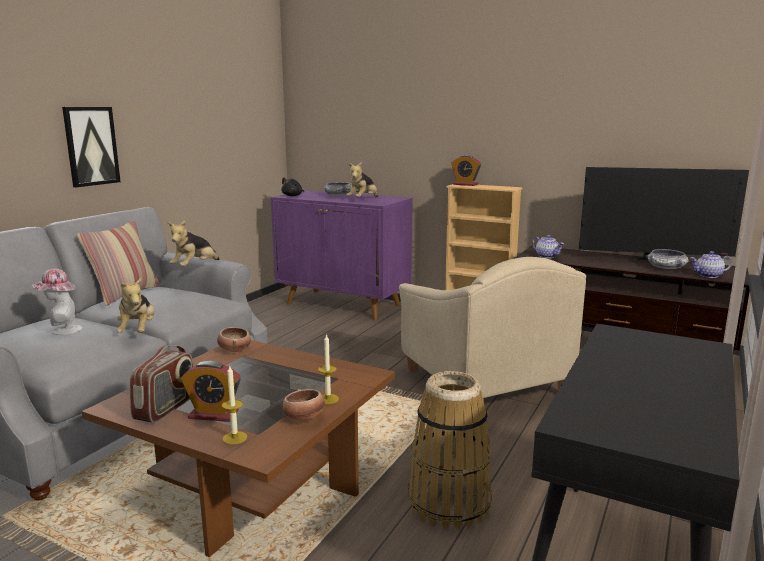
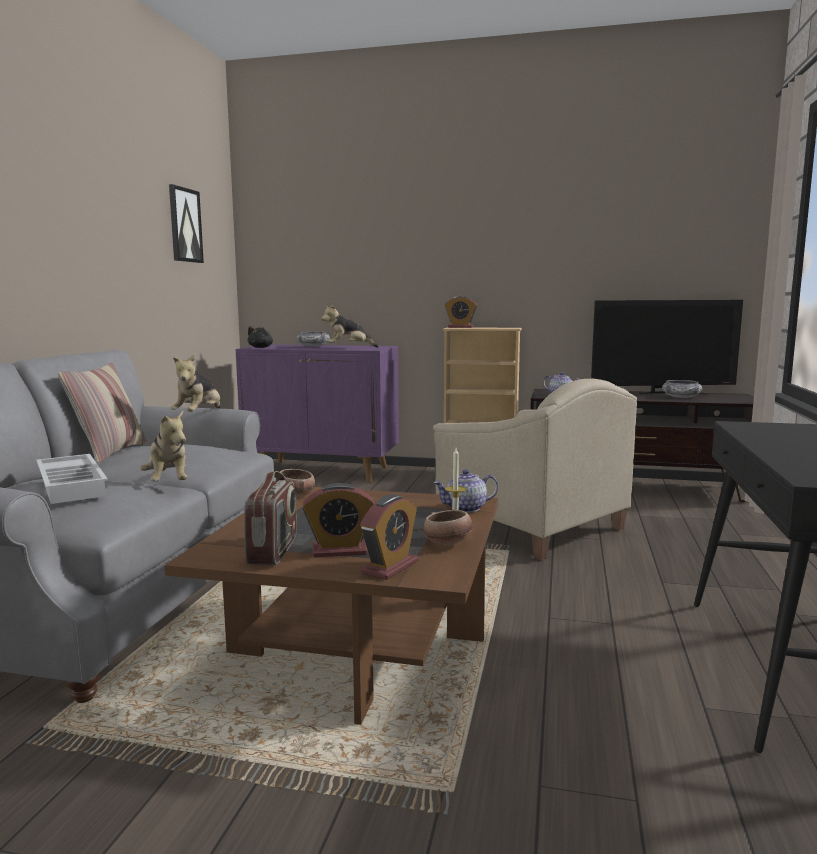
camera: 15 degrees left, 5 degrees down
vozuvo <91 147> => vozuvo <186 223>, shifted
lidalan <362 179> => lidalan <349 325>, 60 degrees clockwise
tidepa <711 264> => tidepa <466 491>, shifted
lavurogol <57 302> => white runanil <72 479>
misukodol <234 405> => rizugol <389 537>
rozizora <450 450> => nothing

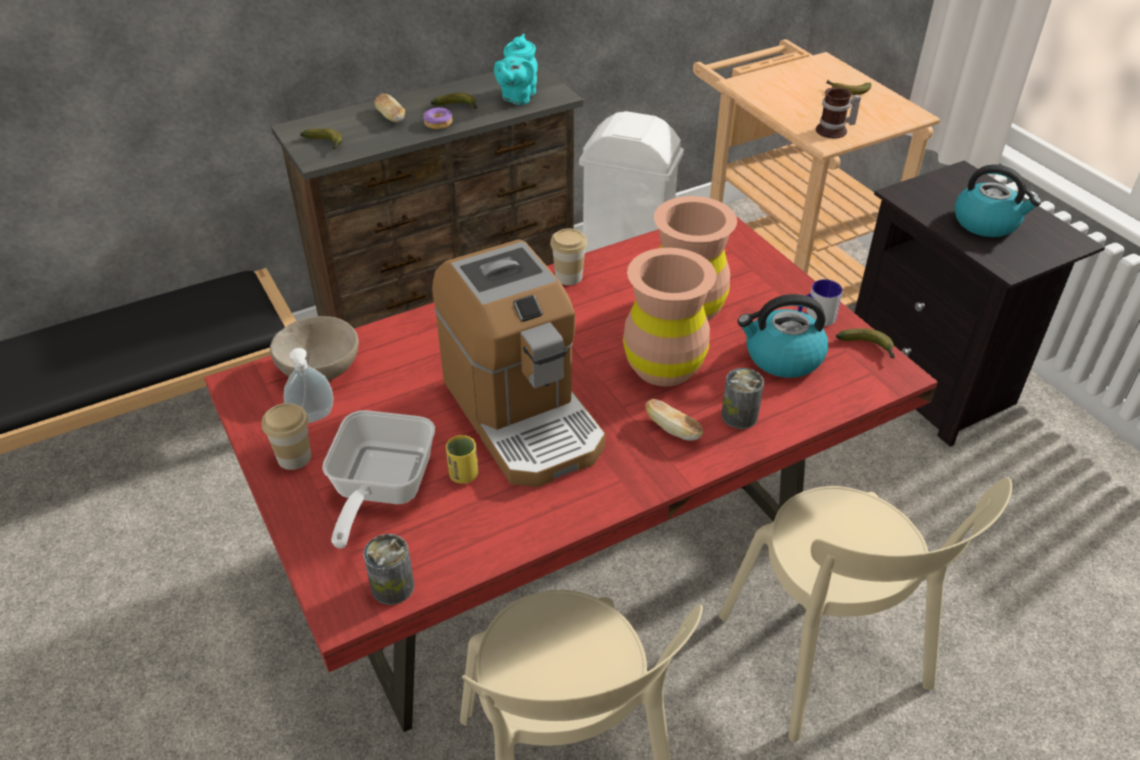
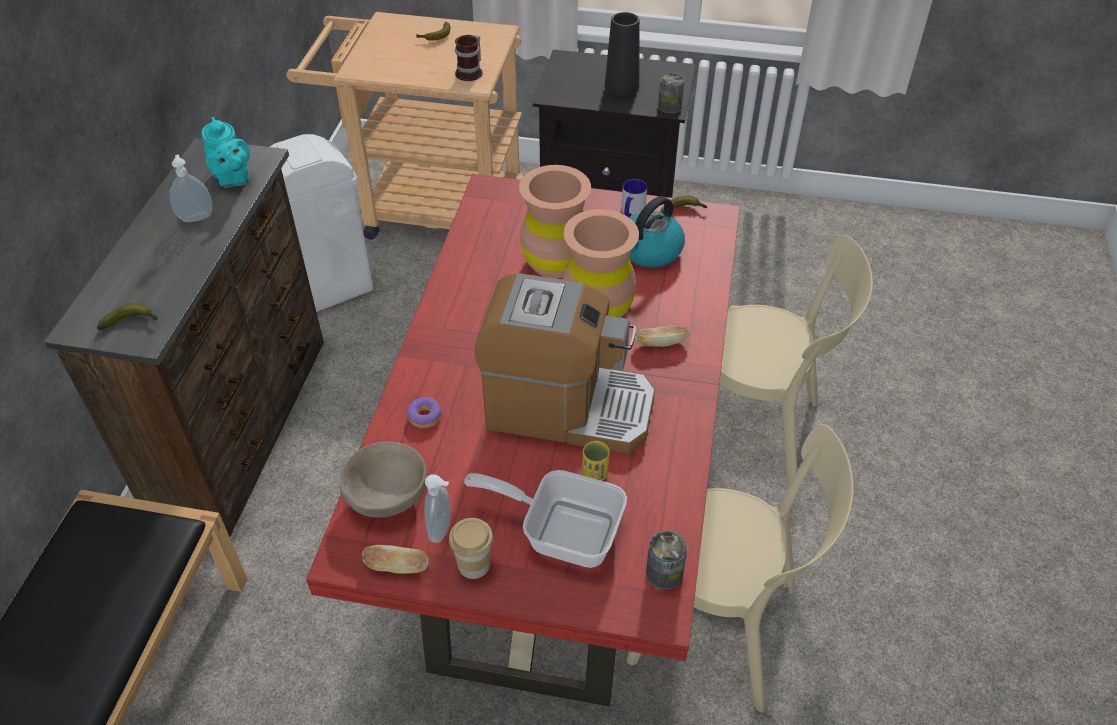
camera: 50 degrees left, 5 degrees up
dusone <454 101> => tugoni <191 188>
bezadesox <389 108> => bezadesox <395 559>, shifted
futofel <438 118> => futofel <424 412>, shifted
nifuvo <997 200> => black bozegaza <622 54>
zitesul <568 257> => nothing
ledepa <742 398> => ledepa <671 93>, shifted
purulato <378 479> => purulato <545 519>, 150 degrees clockwise

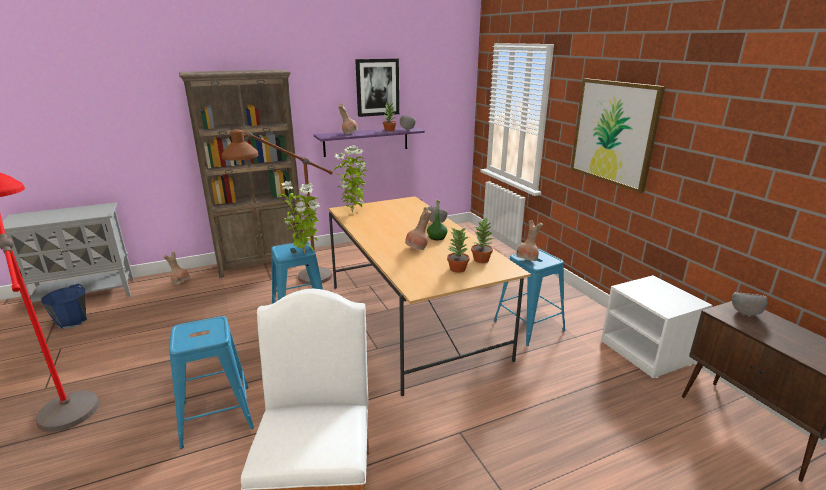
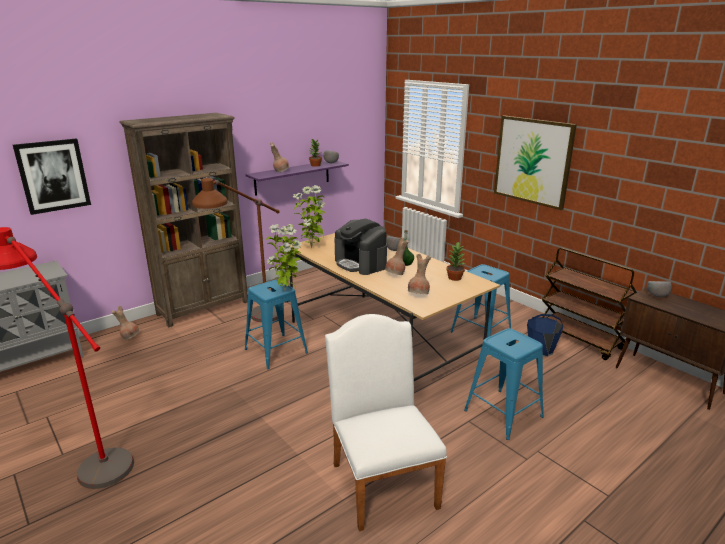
camera: 15 degrees left, 0 degrees up
vozuvo <377 87> => vozuvo <52 177>, shifted
brown bozegaza <529 240> => brown bozegaza <419 274>, shifted
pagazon <458 250> => nothing
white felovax <657 326> => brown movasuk <589 304>
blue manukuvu <64 306> => blue manukuvu <545 335>, shifted
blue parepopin <211 382> => blue parepopin <504 384>, shifted
nothing => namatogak <361 247>

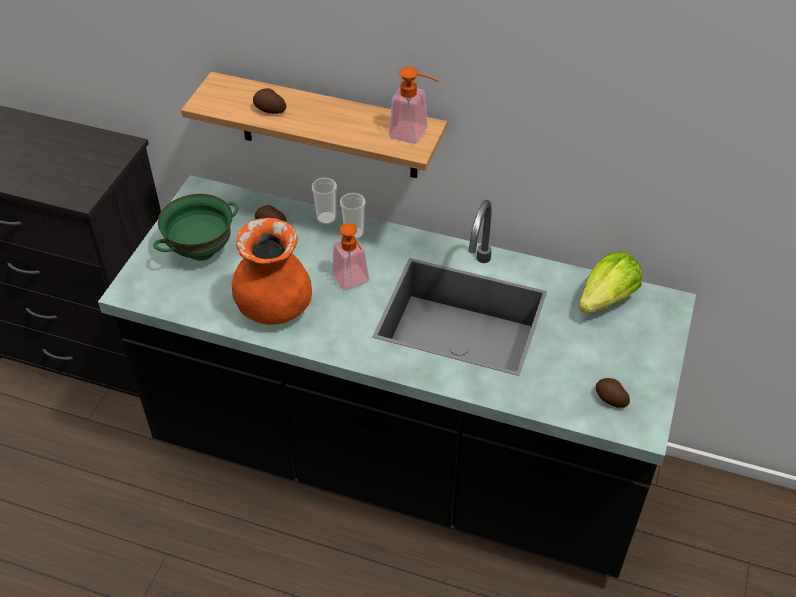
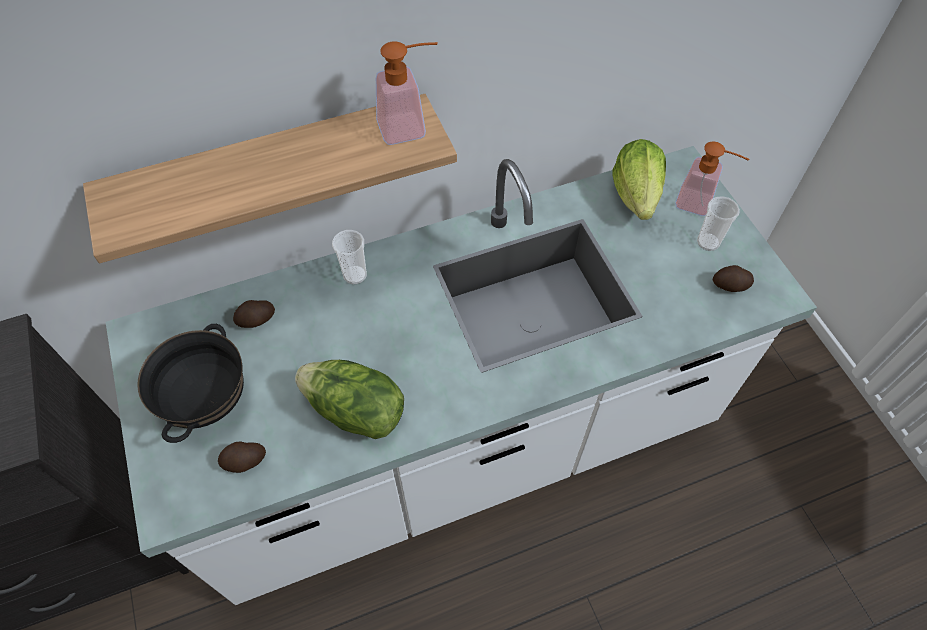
camera: 40 degrees left, 10 degrees up
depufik <269 101> => depufik <242 457>, shifted
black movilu <397 376> => white movilu <461 375>
zitesul <324 201> => zitesul <718 223>, shifted
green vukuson <195 227> => black vukuson <190 383>
orange bozegaza <272 271> => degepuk <349 399>
tugoni <350 256> => tugoni <712 178>, shifted

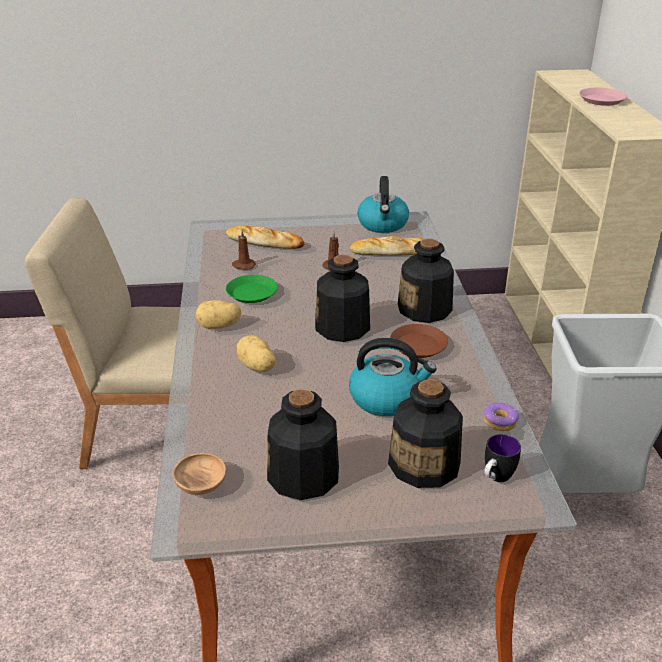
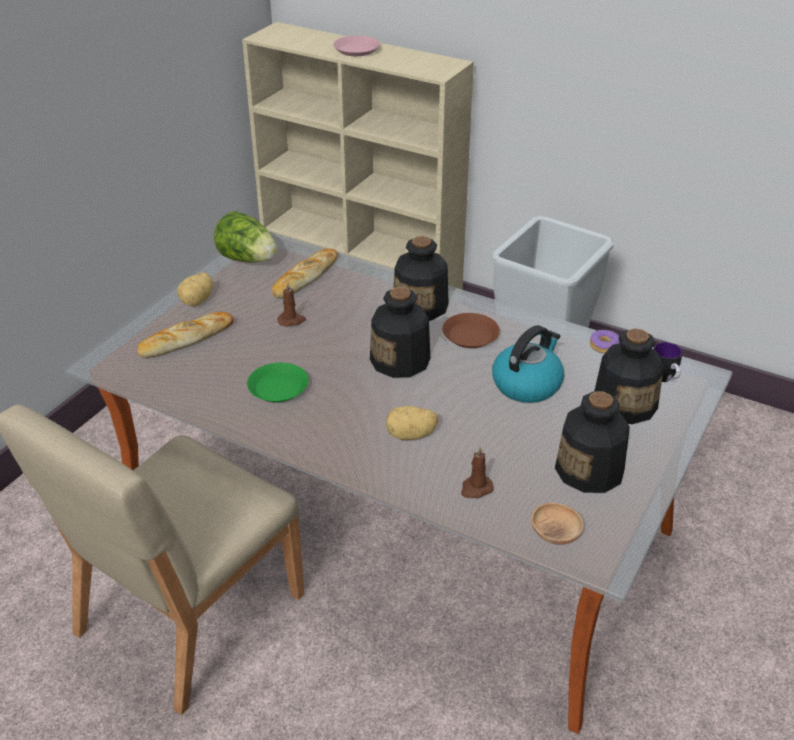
camera: 55 degrees left, 5 degrees up
nifuvo <383 204> => degepuk <245 237>
brown misukodol <244 250> => brown misukodol <477 472>, shifted
depufik <219 314> => depufik <195 289>, shifted

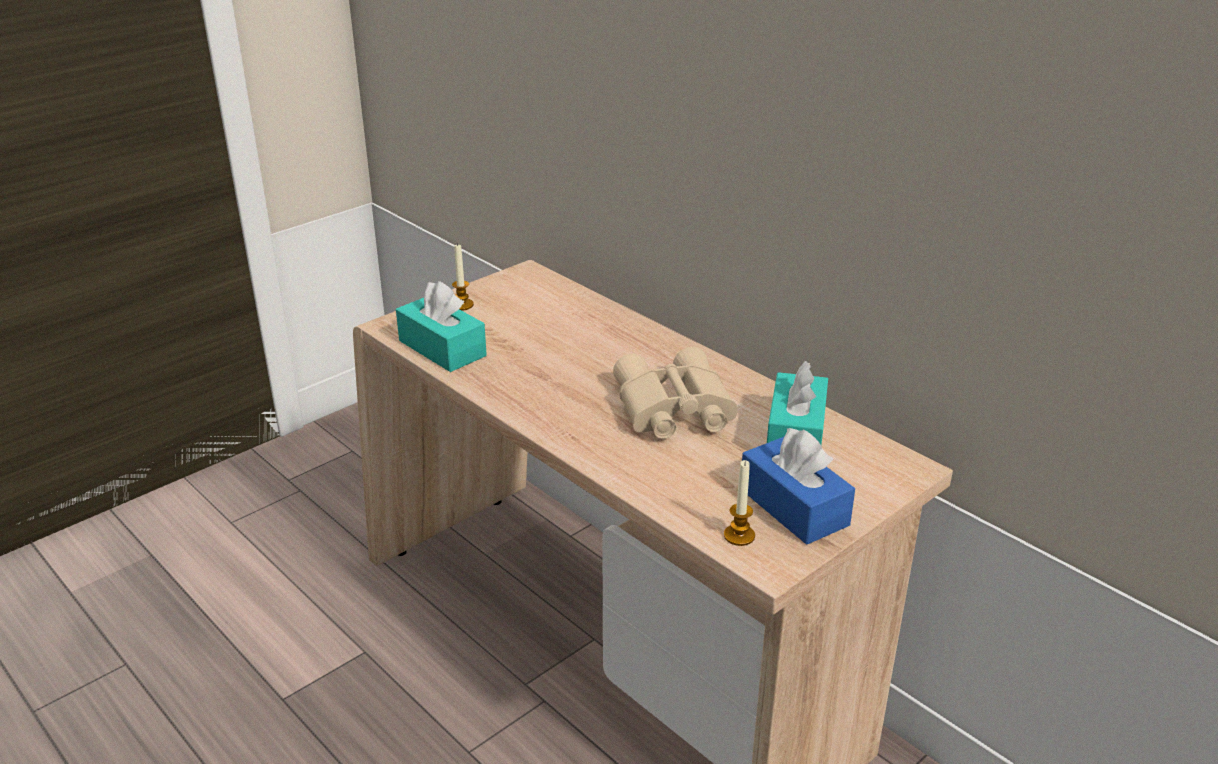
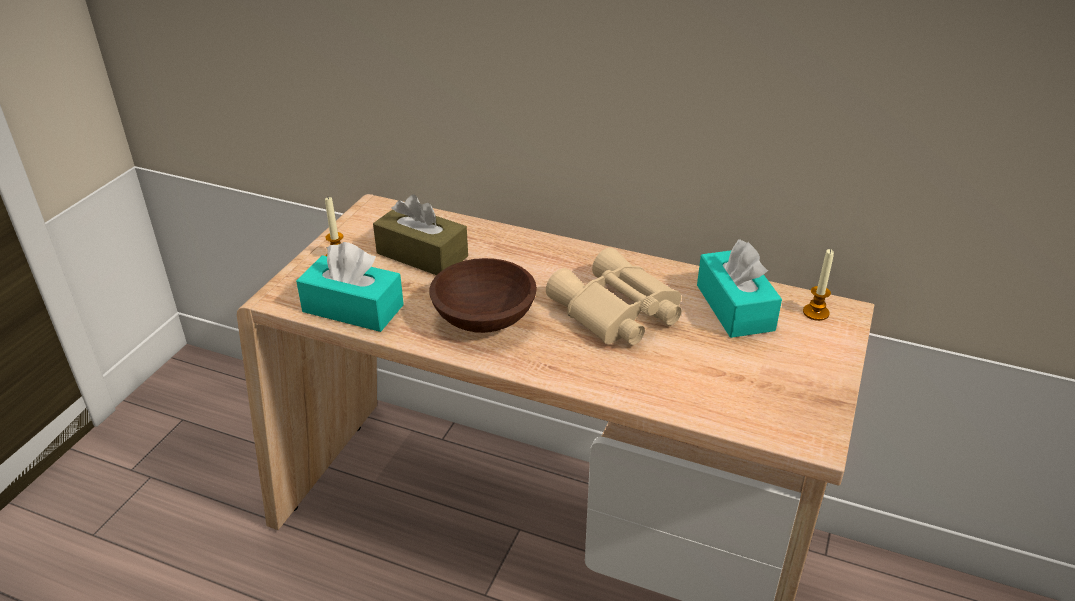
camera: 25 degrees left, 5 degrees up
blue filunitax <798 486> => nothing
misukodol <739 503> => misukodol <818 285>, shifted
nothing => brown filunitax <420 234>
nothing => brown vukuson <483 295>

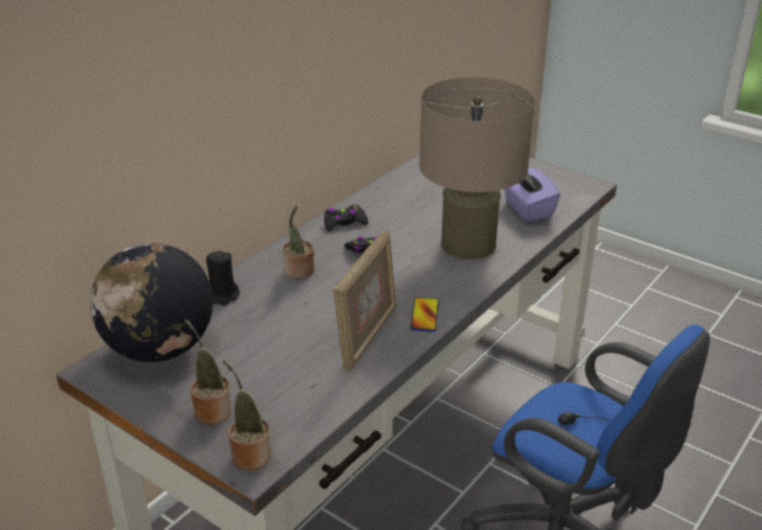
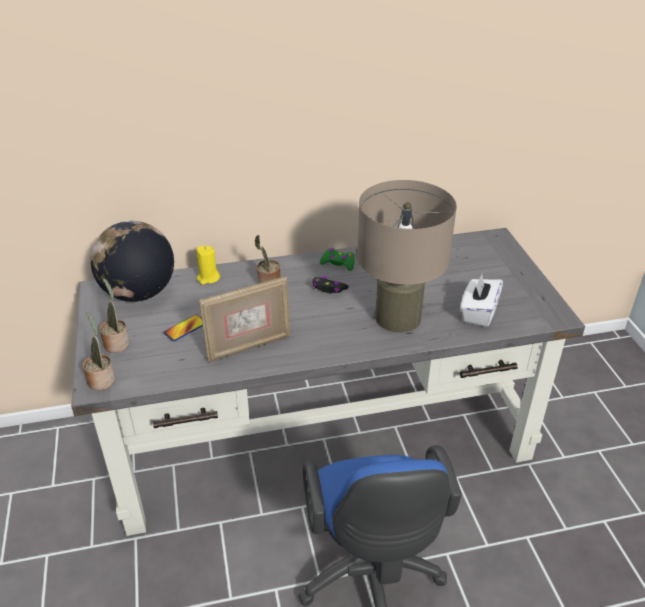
camera: 40 degrees right, 5 degrees up
purple filunitax <532 195> => white filunitax <481 300>
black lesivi <346 218> => green lesivi <337 259>
black misukodol <222 278> => yellow misukodol <208 265>
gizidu <424 314> => gizidu <182 327>, shifted

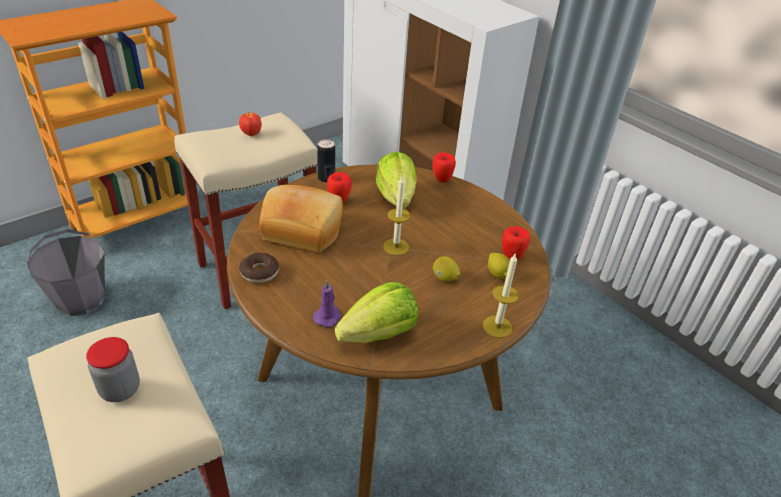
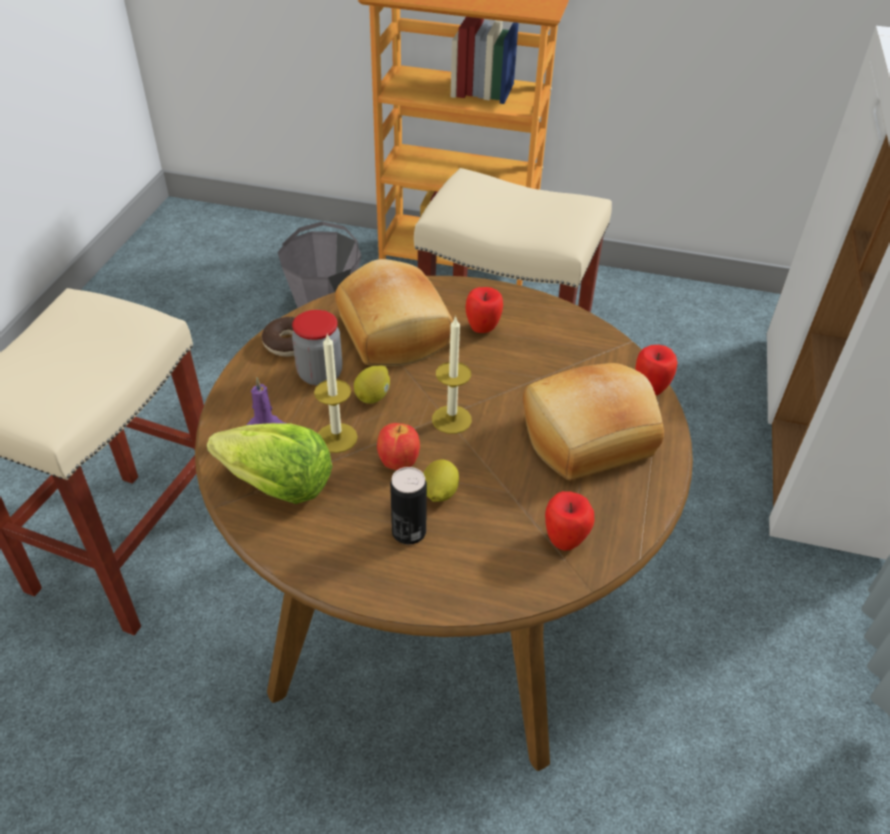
camera: 55 degrees right, 5 degrees up
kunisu <250 124> => kunisu <398 446>, shifted
ledepa <326 160> => ledepa <408 506>, shifted
degepuk <396 179> => nothing
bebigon <499 266> => bebigon <372 385>, shifted
misukodol <501 296> => misukodol <336 393>, shifted
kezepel <113 369> => kezepel <317 347>, shifted
nothing => bezadesox <593 421>

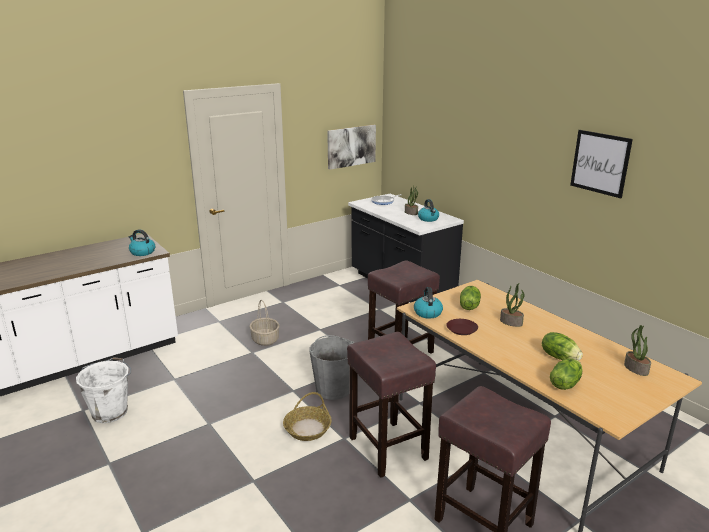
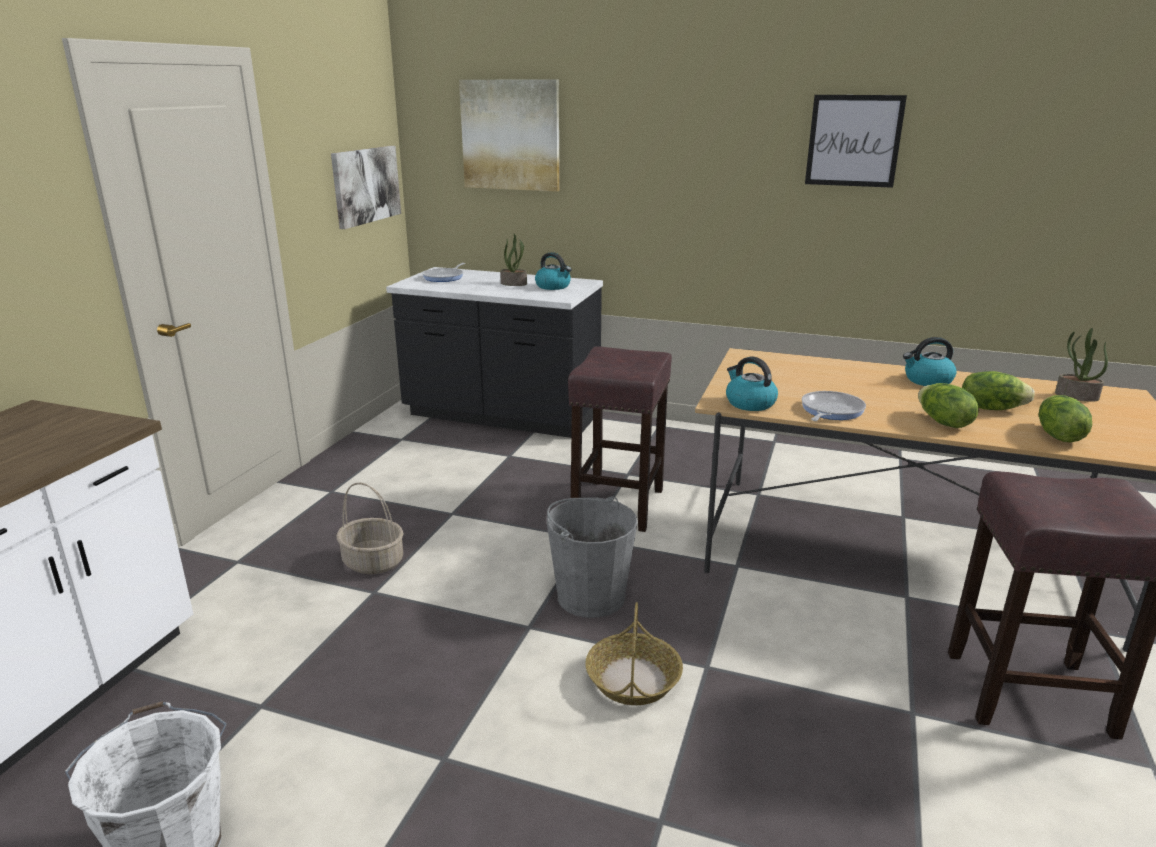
camera: 35 degrees left, 0 degrees up
nifuvo <142 242> => nifuvo <930 361>, shifted
pagazon <512 305> => nothing
degepuk <470 298> => degepuk <948 405>, shifted
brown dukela <462 327> => purulato <834 406>
brown parepopin <391 405> => nothing
nothing => vozuvo <509 136>

